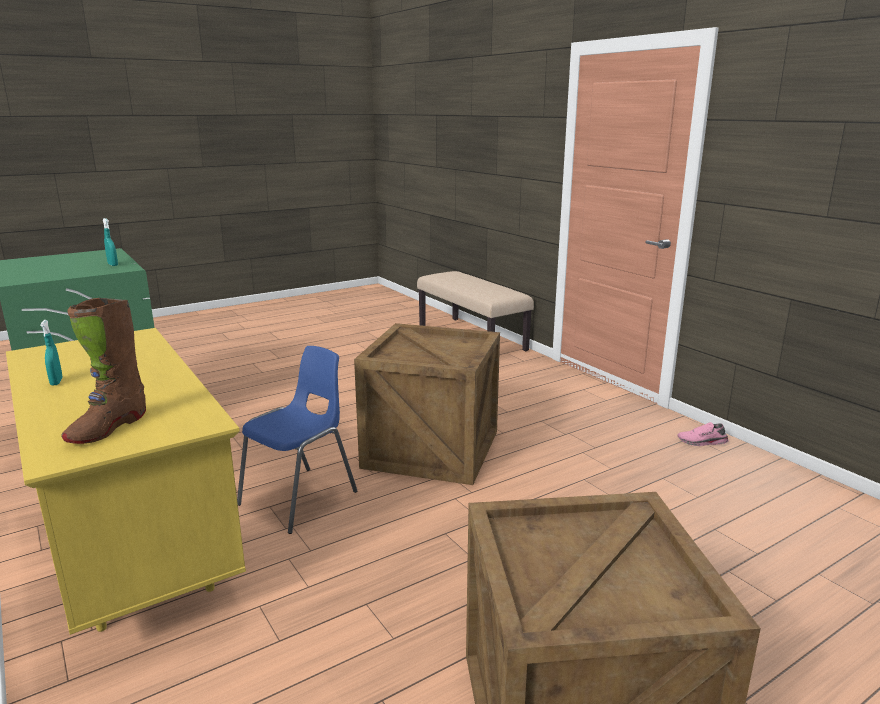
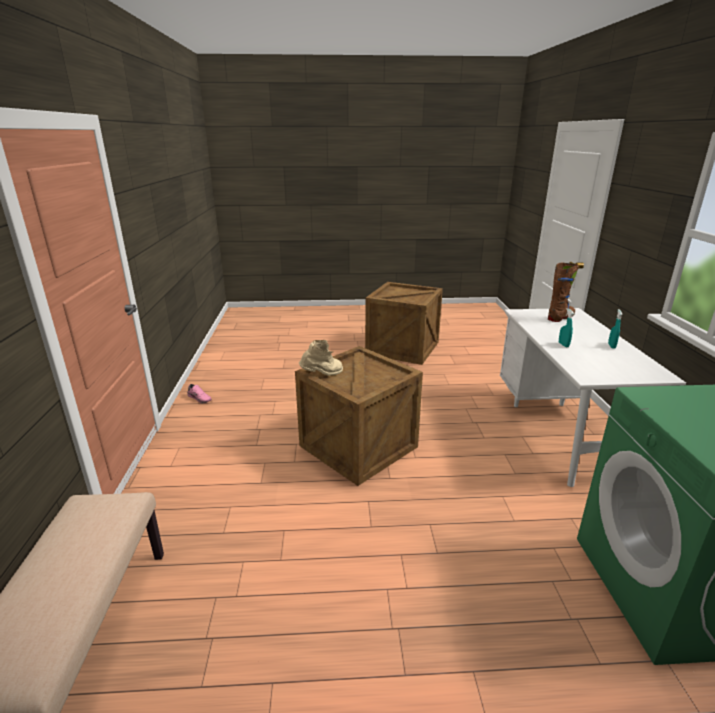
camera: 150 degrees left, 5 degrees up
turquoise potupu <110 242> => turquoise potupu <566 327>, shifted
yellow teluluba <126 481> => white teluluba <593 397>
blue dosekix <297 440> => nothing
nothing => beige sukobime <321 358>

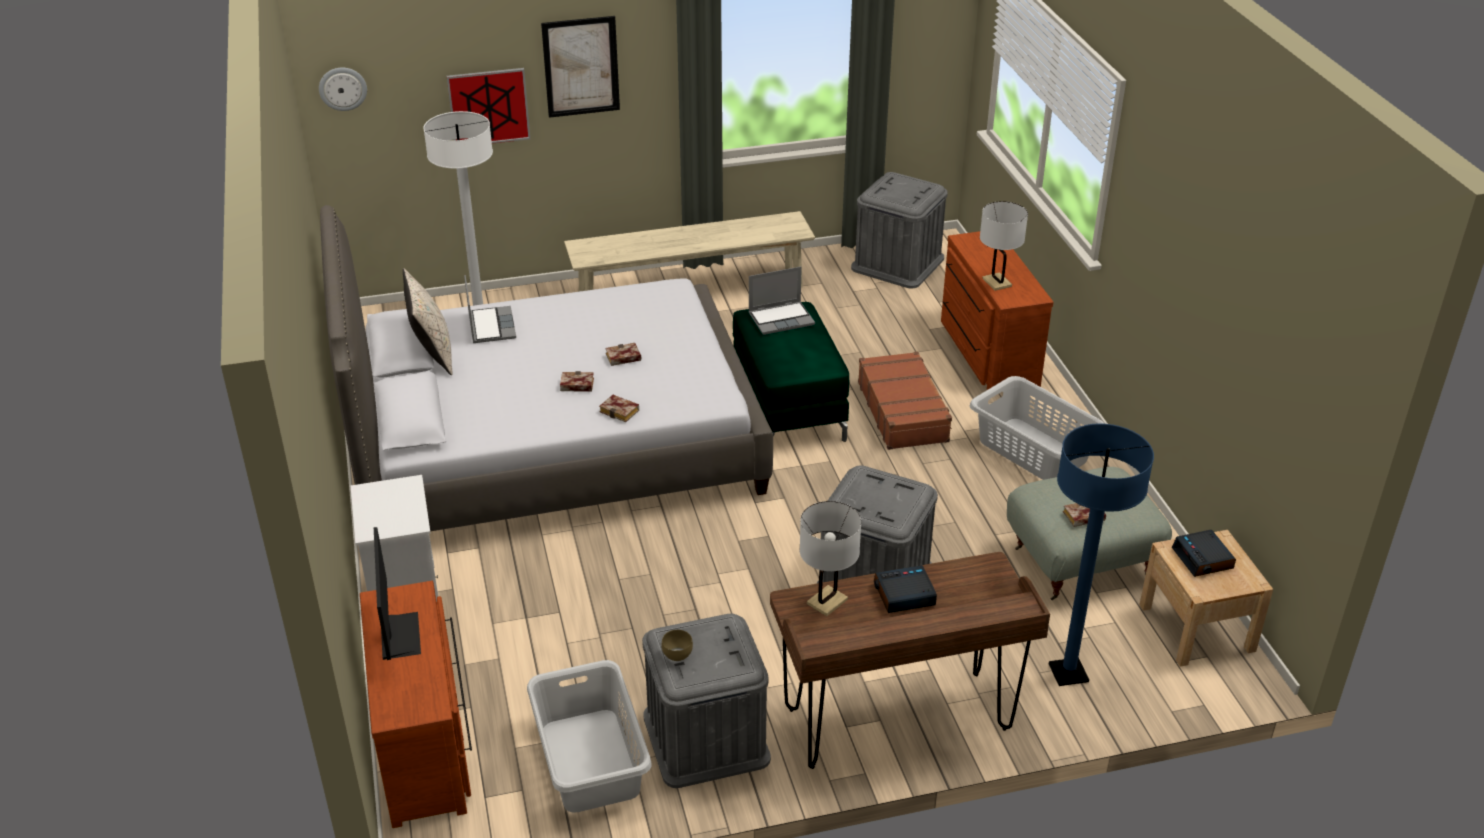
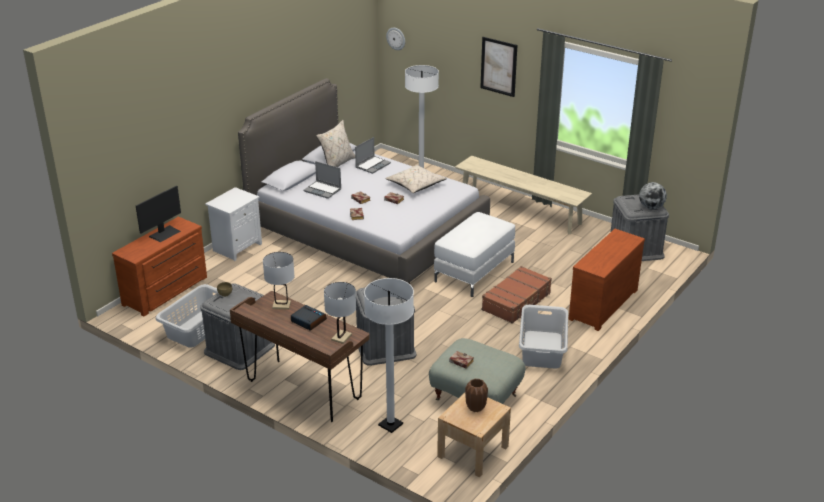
camera: 50 degrees right, 5 degrees down
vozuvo <488 106> => nothing
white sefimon <1004 246> => white sefimon <340 313>, shifted
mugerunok <782 301> => mugerunok <322 180>, shifted
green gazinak <791 372> => white gazinak <474 254>
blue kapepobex <1101 554> => white kapepobex <389 355>
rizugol <1204 553> => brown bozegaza <476 395>
nothing => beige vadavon <416 179>
nothing => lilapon <653 195>

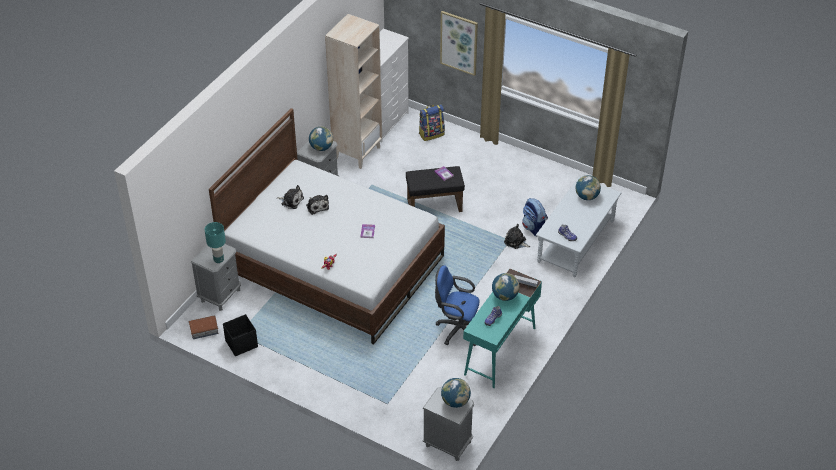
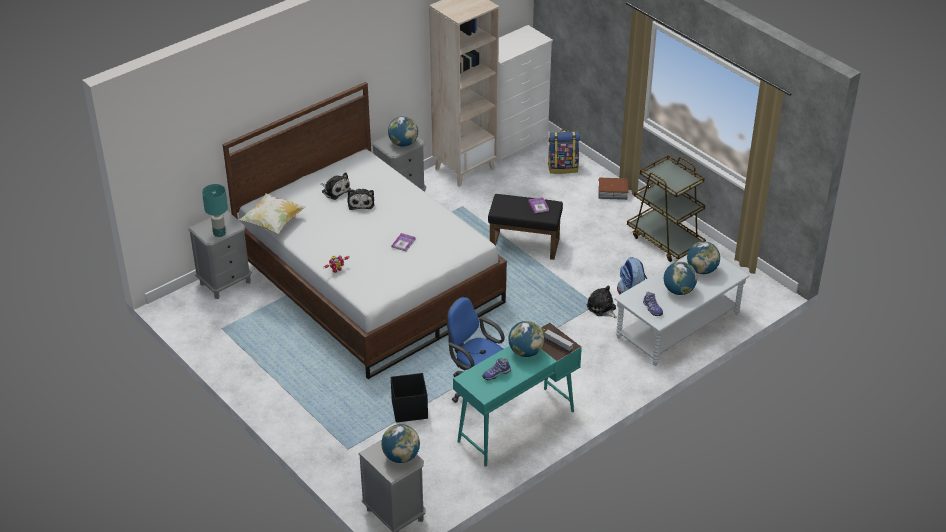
camera: 20 degrees right, 5 degrees down
vozuvo <459 43> => nothing
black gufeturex <240 335> => black gufeturex <409 398>, shifted
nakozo <203 327> => nakozo <613 189>, shifted
nothing => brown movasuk <666 208>
nothing => vadavon <272 213>
nothing => lilapon <680 278>

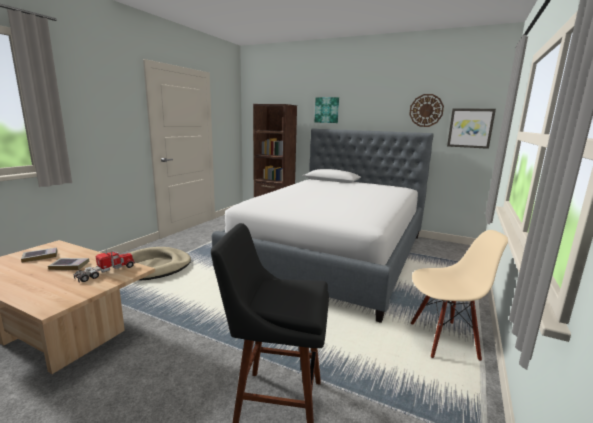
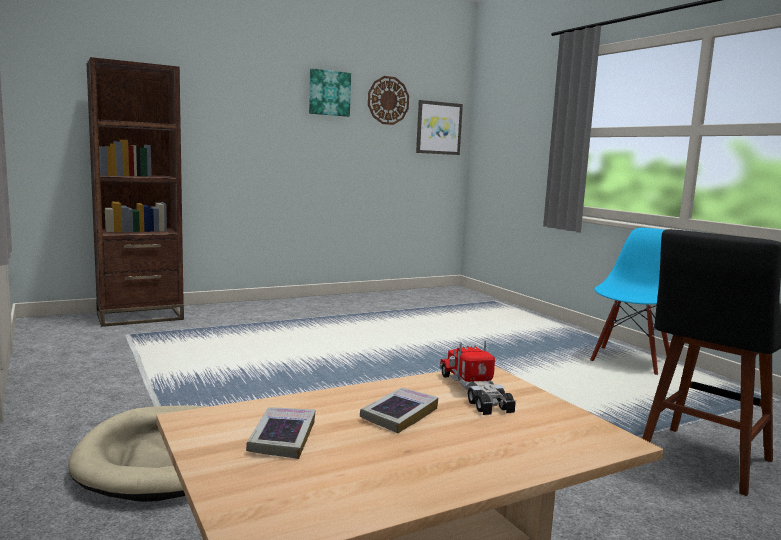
camera: 55 degrees left, 5 degrees down
vozuvo <327 110> => vozuvo <330 92>, shifted
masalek <323 225> => nothing
beige dosekix <459 295> => blue dosekix <629 301>

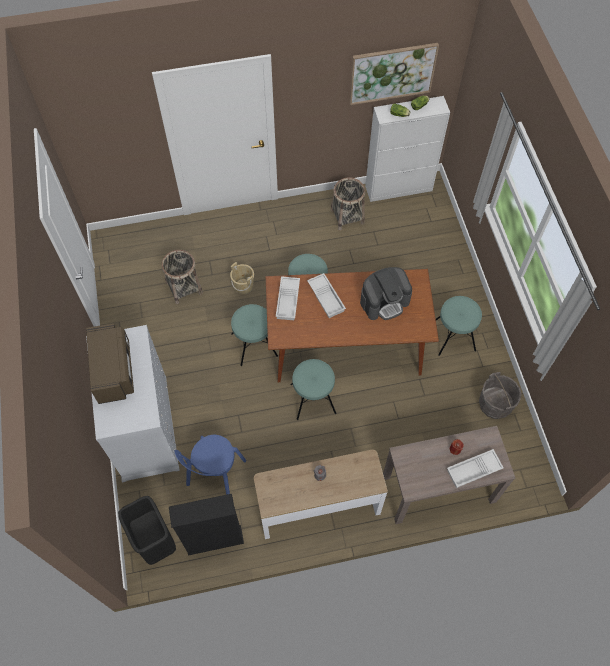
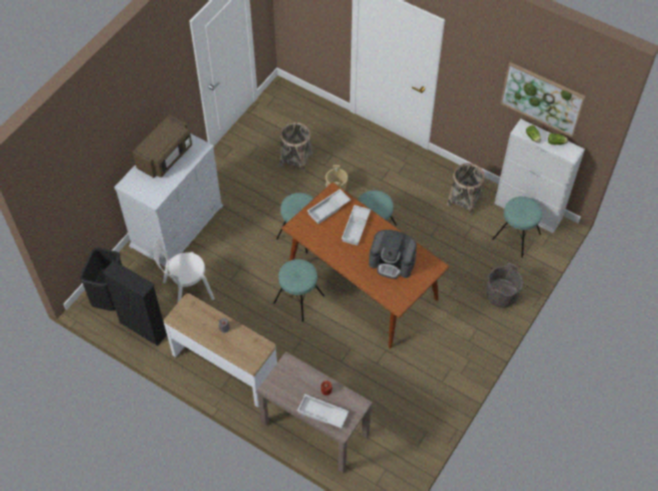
camera: 45 degrees right, 5 degrees down
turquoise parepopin <459 326> => turquoise parepopin <517 227>, shifted
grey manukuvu <500 395> => grey manukuvu <505 285>, shifted
blue dosekix <210 465> => white dosekix <184 270>

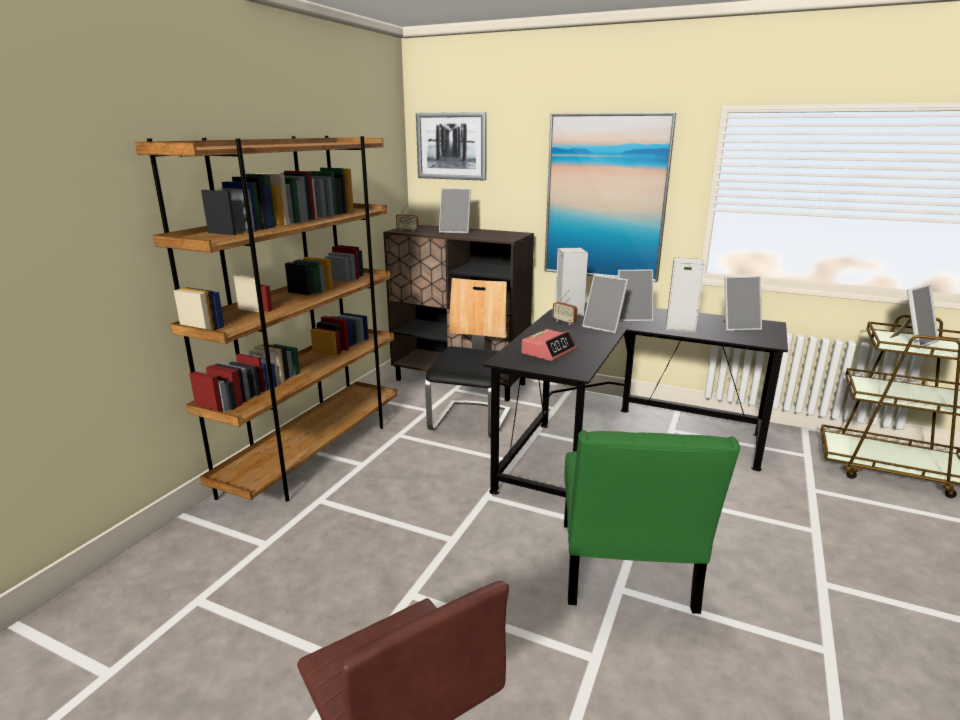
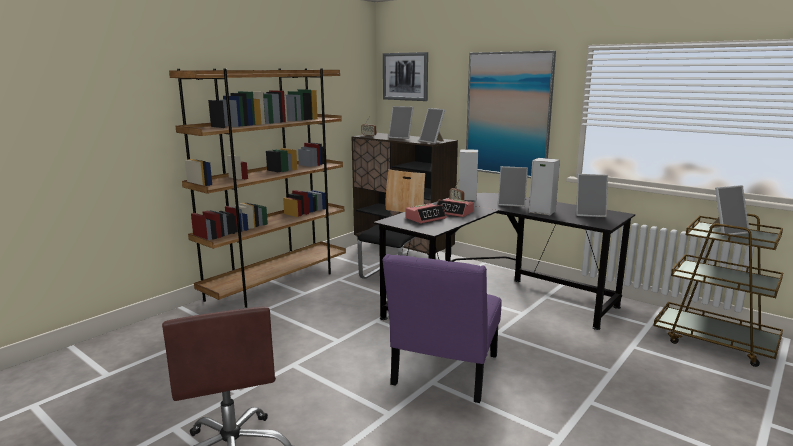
camera: 15 degrees right, 5 degrees down
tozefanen <605 304> => tozefanen <432 126>, shifted
green dosekix <652 522> => purple dosekix <442 328>
nothing => rizugol <455 207>

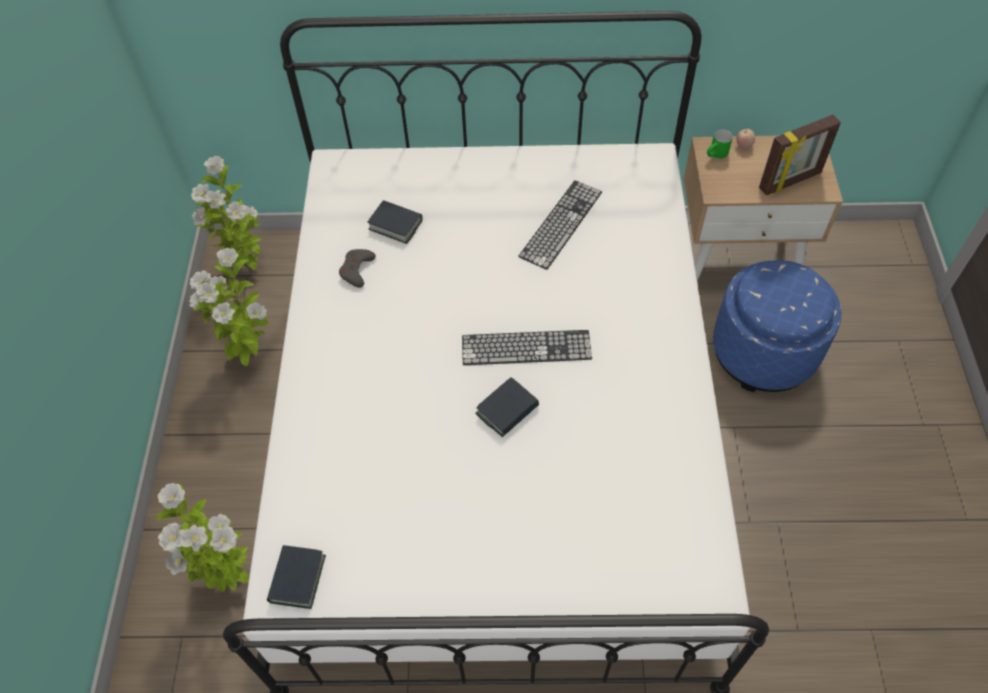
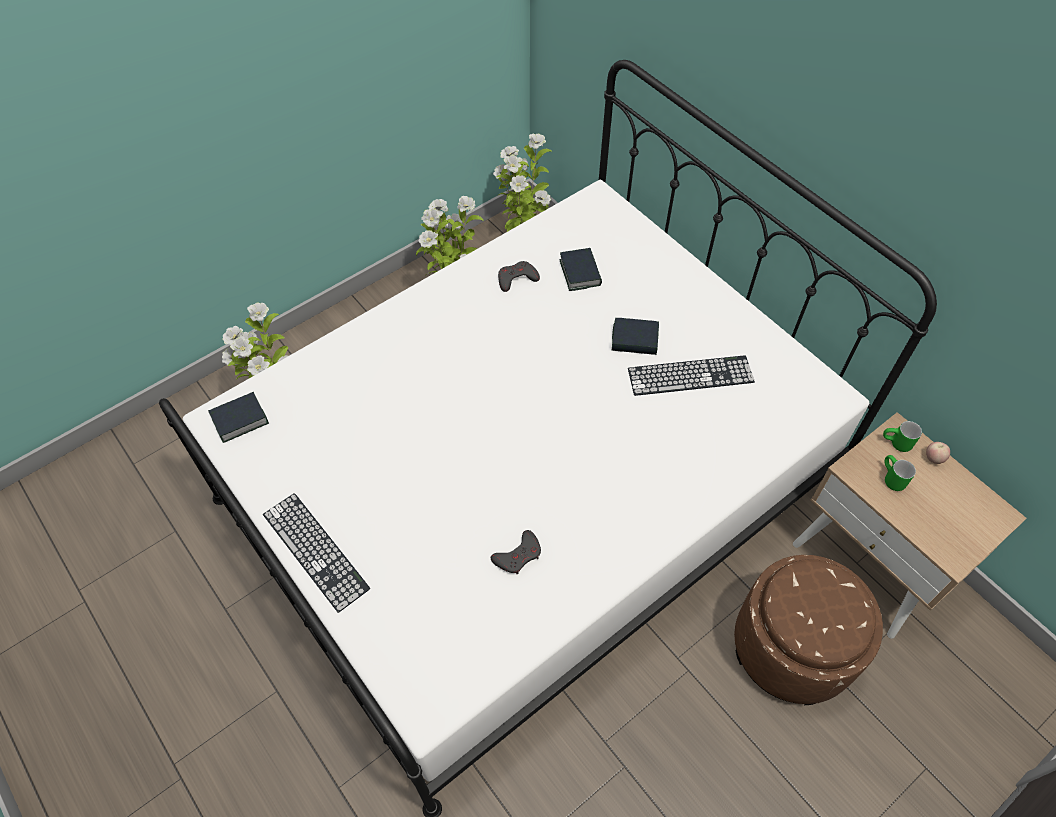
camera: 50 degrees right, 0 degrees up
tozefanen <800 155> => nothing
blue gazinak <777 326> => brown gazinak <808 630>
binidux <527 347> => binidux <316 553>, shifted
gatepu <507 407> => gatepu <635 336>, shifted
nothing => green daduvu <900 473>
nothing => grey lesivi <516 552>

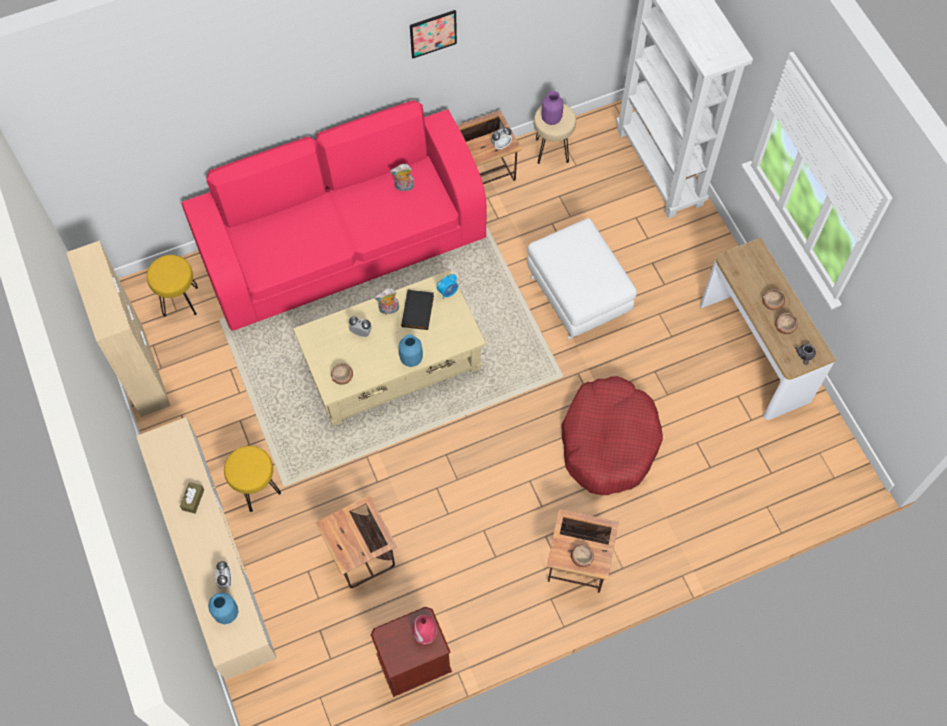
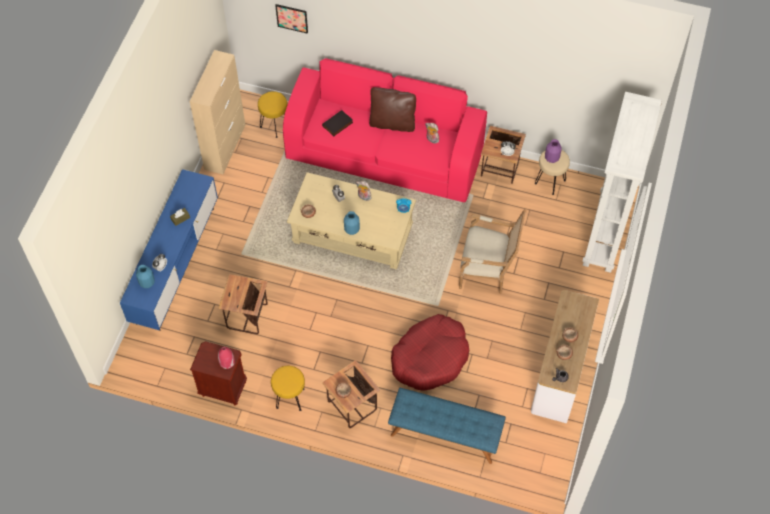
camera: 40 degrees right, 5 degrees down
vozuvo <433 34> => vozuvo <291 19>, shifted
white gazinak <582 279> => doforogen <493 251>
black gatepu <417 310> => black gatepu <337 123>, shifted
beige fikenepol <206 548> => blue fikenepol <169 250>
yellow parepopin <252 479> => yellow parepopin <288 388>, shifted
nothing => brown vadavon <392 109>
nothing => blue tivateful <447 426>

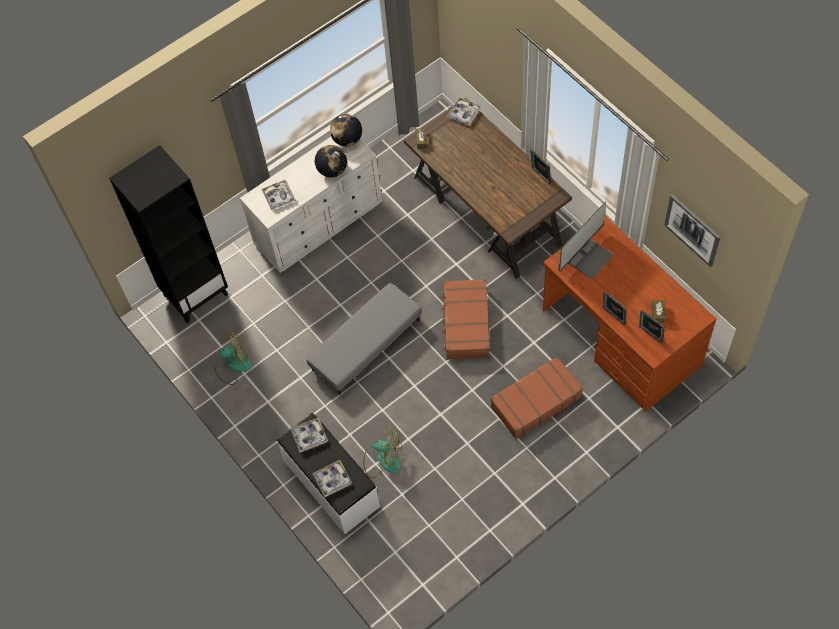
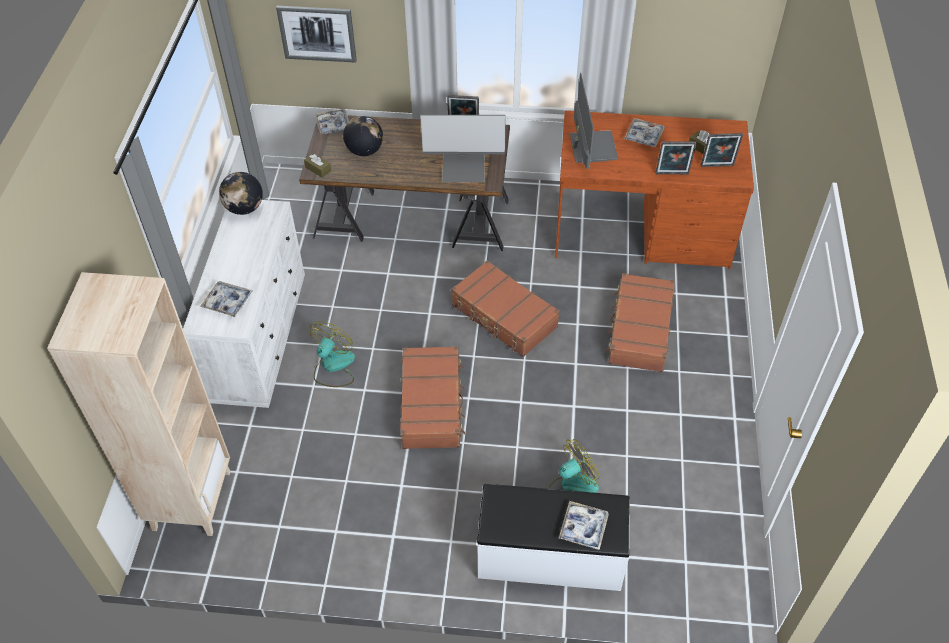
camera: 50 degrees left, 10 degrees down
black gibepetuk <169 234> => beige gibepetuk <139 404>
lilapon <331 161> => lilapon <363 136>, shifted
vozuvo <692 230> => vozuvo <316 34>, shifted
grey gazinak <364 339> => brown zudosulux <432 397>
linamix <233 357> => linamix <332 354>, shifted
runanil <309 434> => runanil <644 133>, shifted
nothing => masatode <463 148>

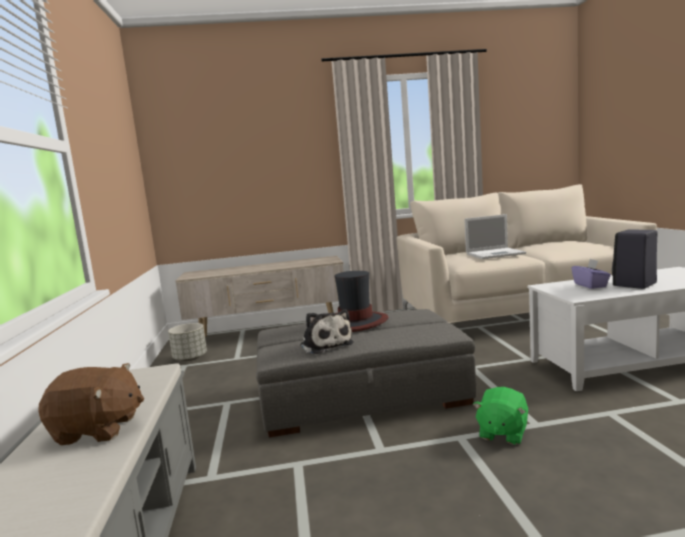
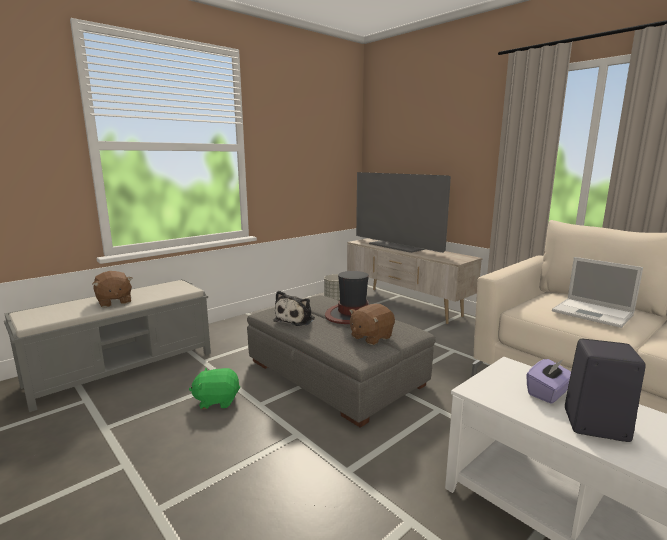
camera: 55 degrees right, 5 degrees up
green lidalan <500 416> => green lidalan <214 388>, shifted
nothing => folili <403 212>
nothing => brown lidalan <372 324>

